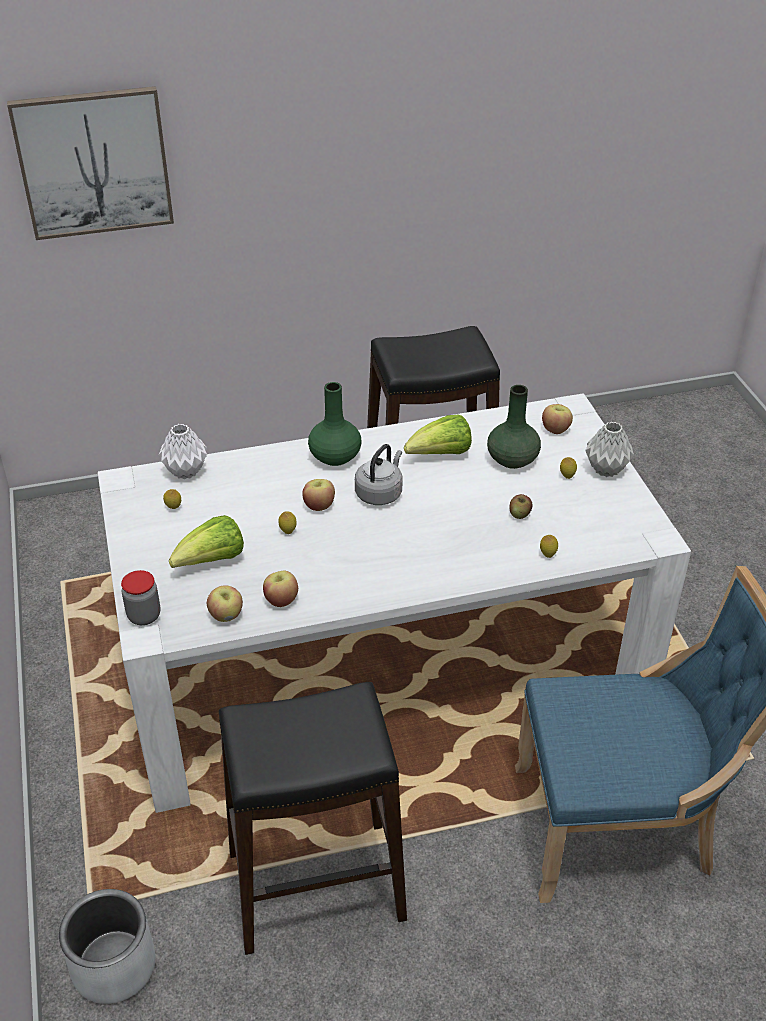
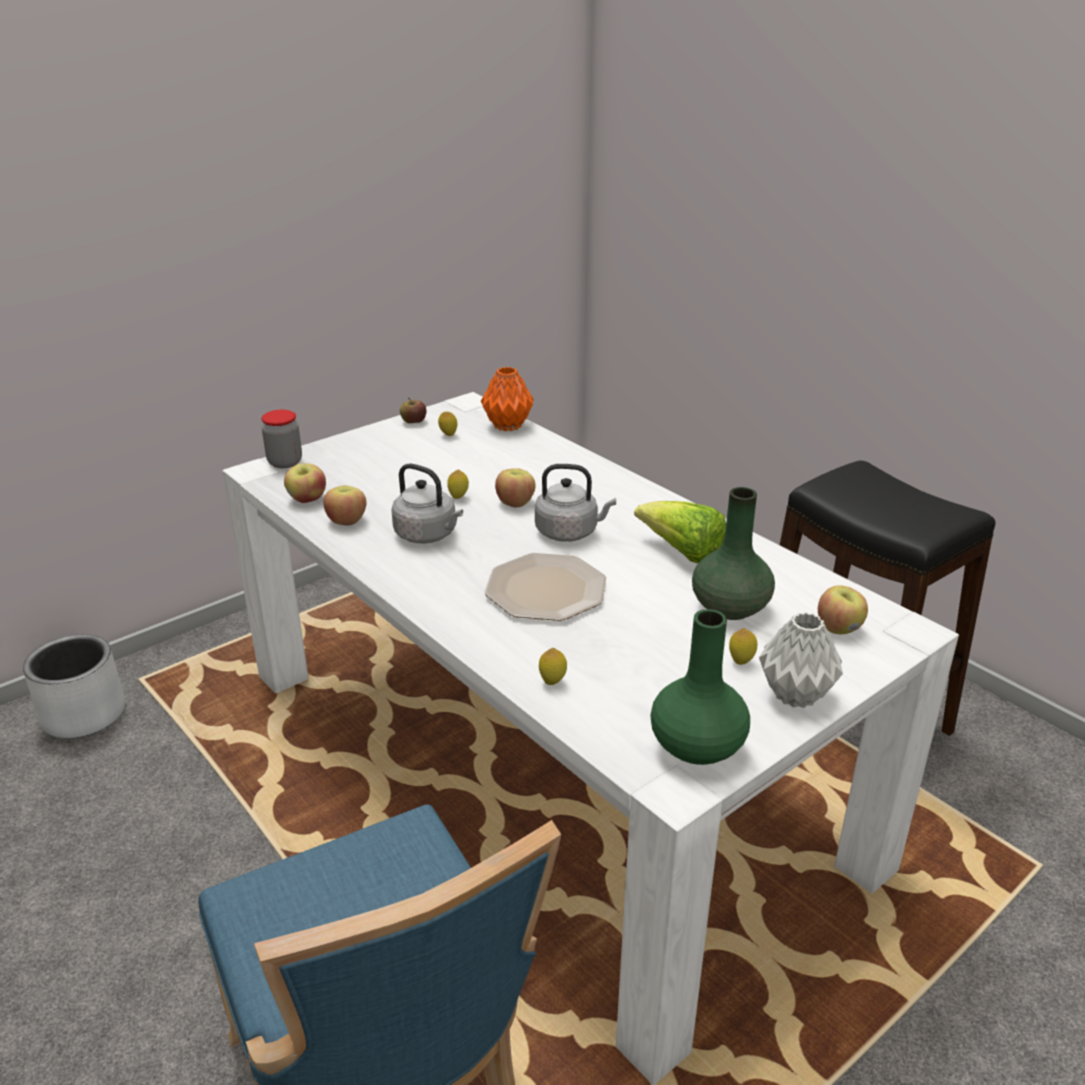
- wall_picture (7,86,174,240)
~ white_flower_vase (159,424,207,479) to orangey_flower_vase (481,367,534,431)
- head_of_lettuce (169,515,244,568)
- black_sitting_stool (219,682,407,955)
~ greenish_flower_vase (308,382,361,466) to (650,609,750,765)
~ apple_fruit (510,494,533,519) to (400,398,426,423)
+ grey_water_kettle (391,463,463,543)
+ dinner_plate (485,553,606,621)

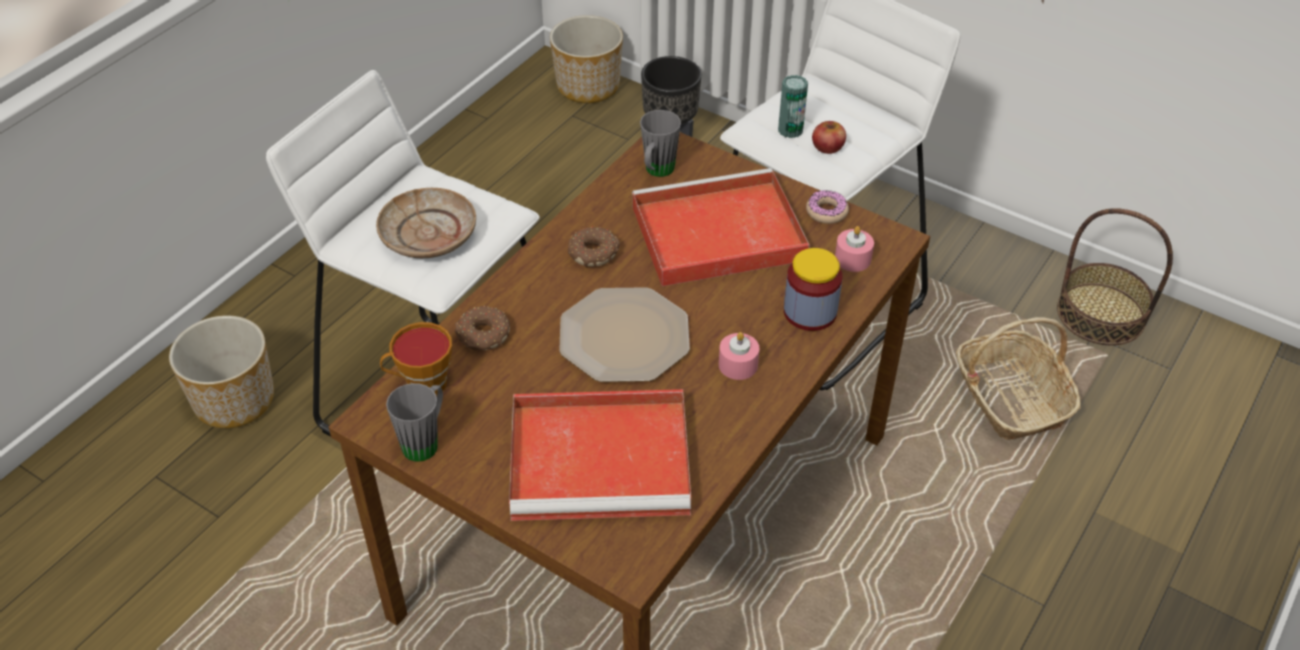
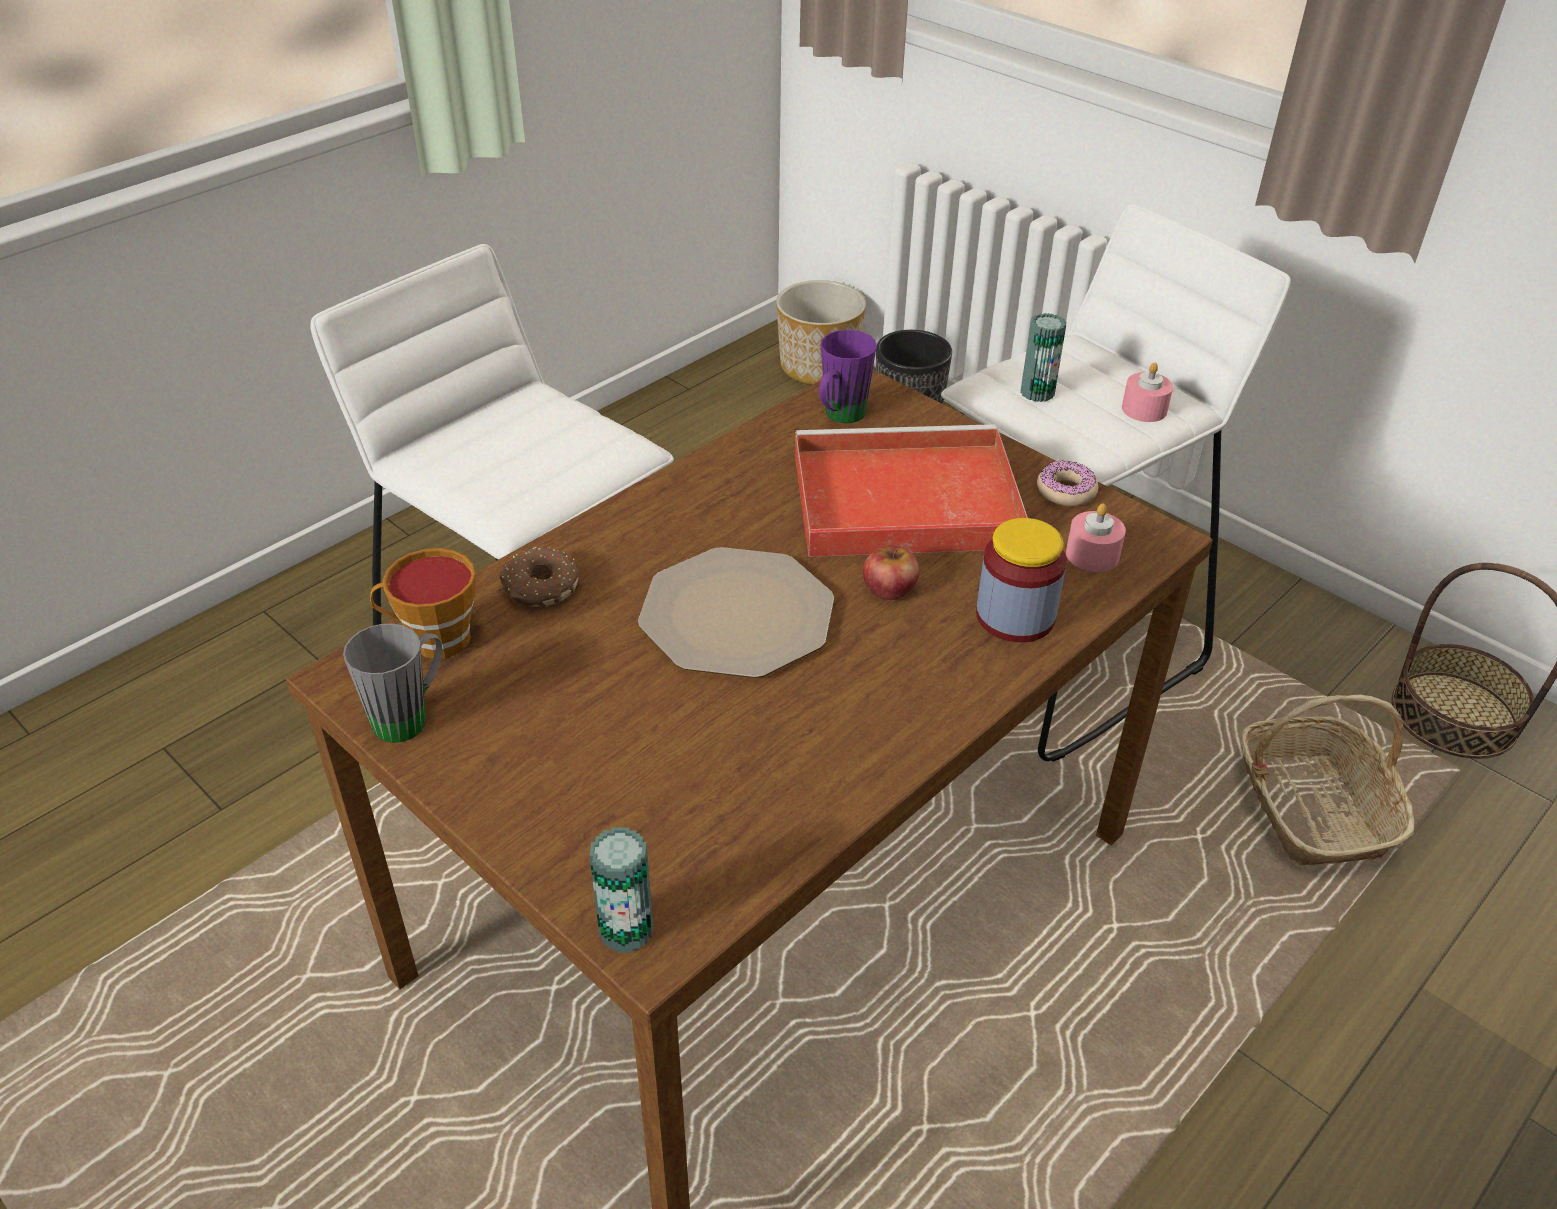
- flower_pot (169,315,274,428)
- beige_dinner_plate (376,188,476,258)
- reddish_carrying_tray (509,389,691,521)
- ring_doughnut (568,226,620,267)
~ grey_tea_mug (640,110,681,177) to purplish_tea_mug (819,330,877,423)
~ pinkish_candle (719,332,760,380) to (1122,362,1173,422)
~ apple_fruit (812,121,846,154) to (863,545,919,600)
+ metal_can (589,828,653,952)

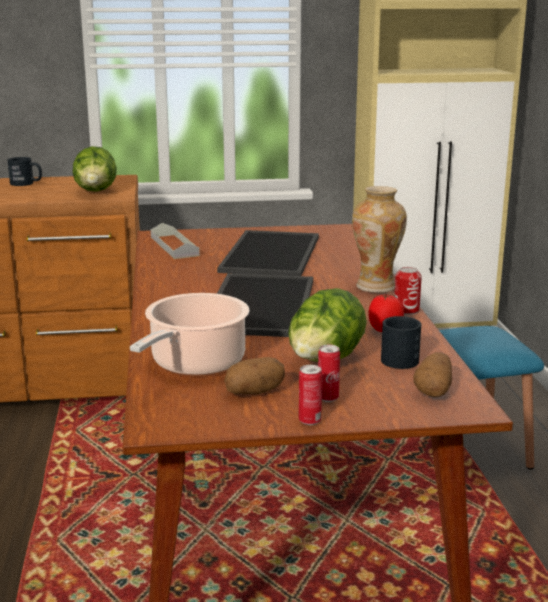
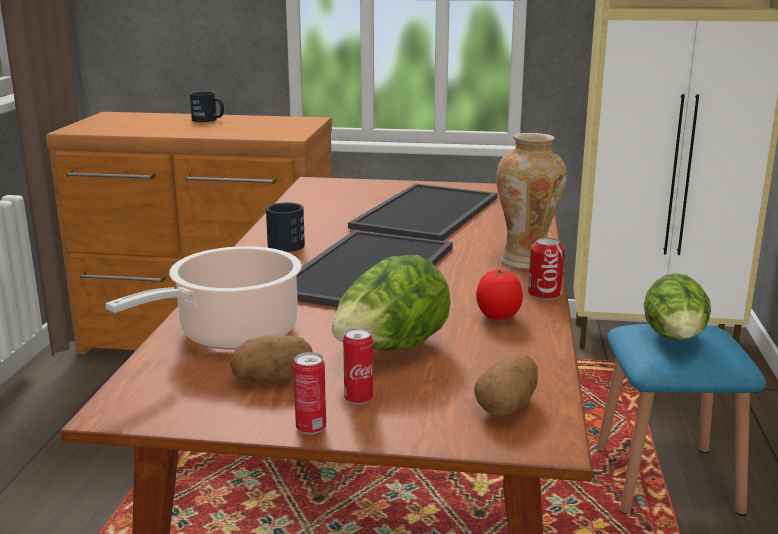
~ head_of_lettuce (73,146,117,192) to (644,273,711,340)
- grey_carrying_tray (151,223,200,259)
~ black_tea_mug (381,316,421,369) to (266,203,305,252)

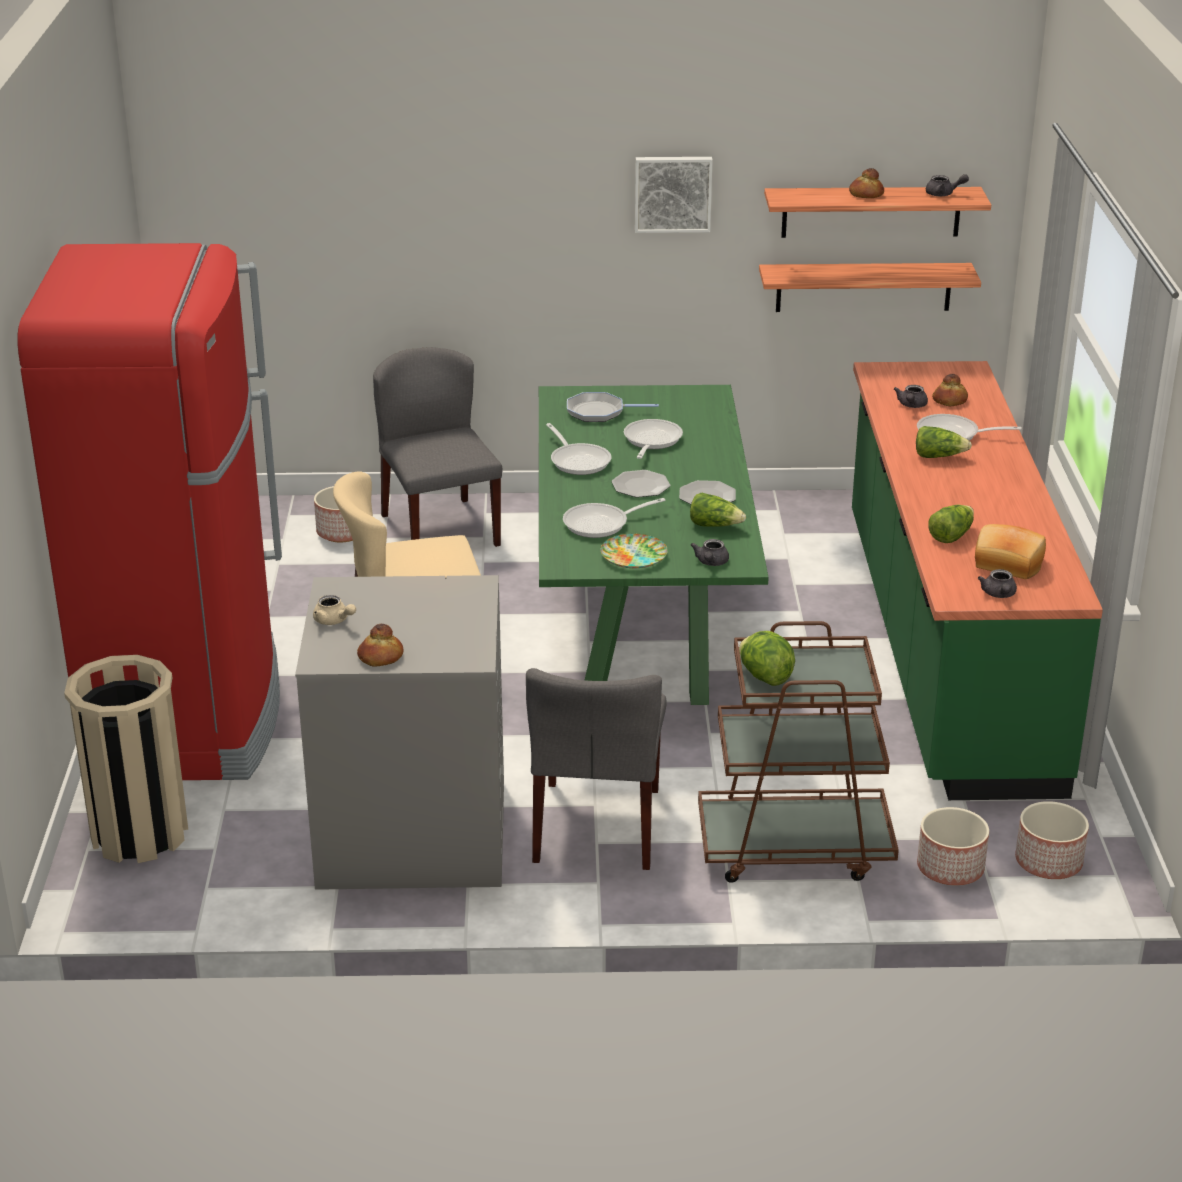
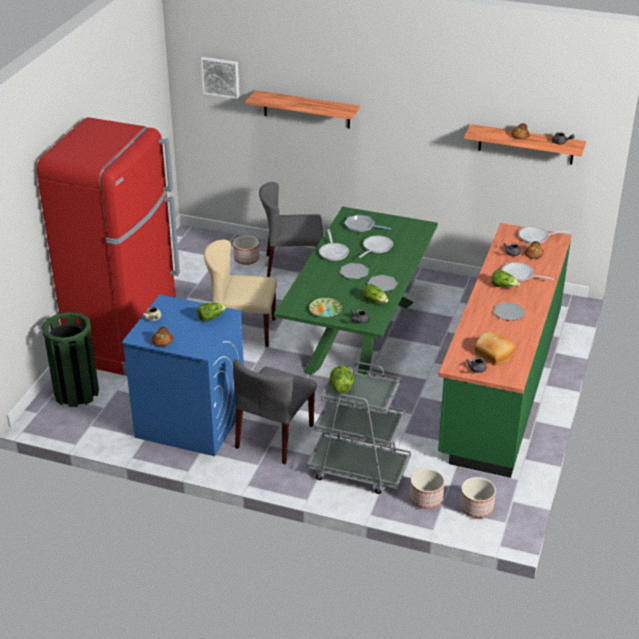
~ beige_waste_bin (64,655,188,863) to greenish_waste_bin (42,312,99,407)
~ grey_laundry_machine (295,575,504,890) to bluish_laundry_machine (121,295,244,456)
~ grey_plain_chair (373,347,502,547) = (259,182,323,277) 90 degrees counterclockwise
~ pan (563,498,665,538) to (518,226,570,244)
~ wall_picture (635,157,713,233) to (201,57,239,99)
~ brownish_wheeled_cart (698,621,899,883) to grey_wheeled_cart (307,362,411,494)
~ bracket_shelf (759,263,981,312) to (245,91,360,129)
~ head_of_lettuce (928,505,974,543) to (197,303,227,322)
+ dinner_plate (494,302,525,321)

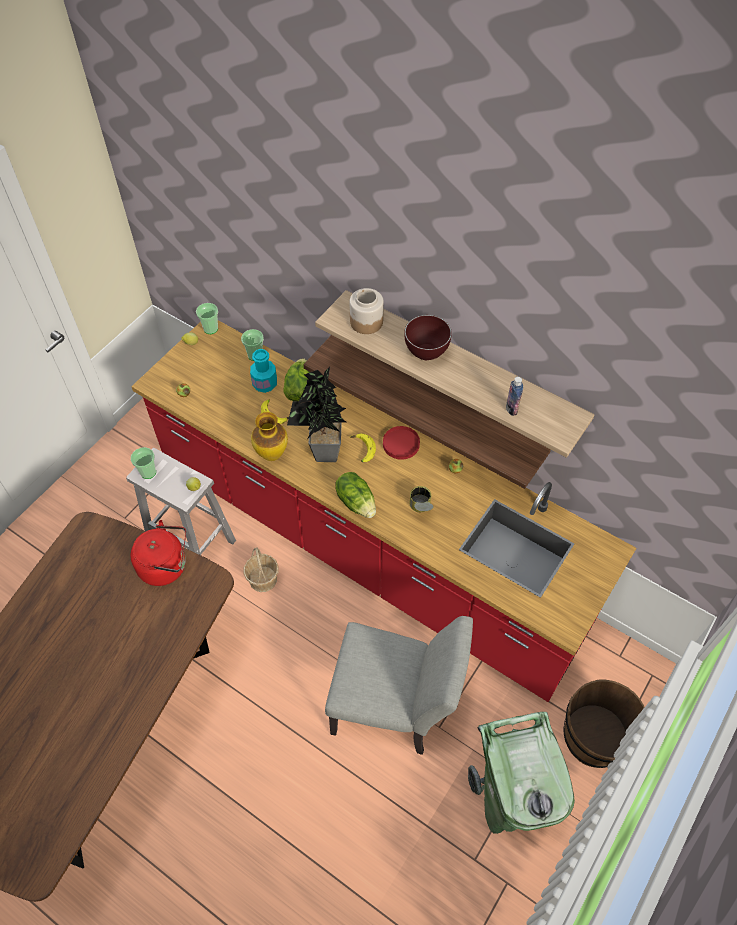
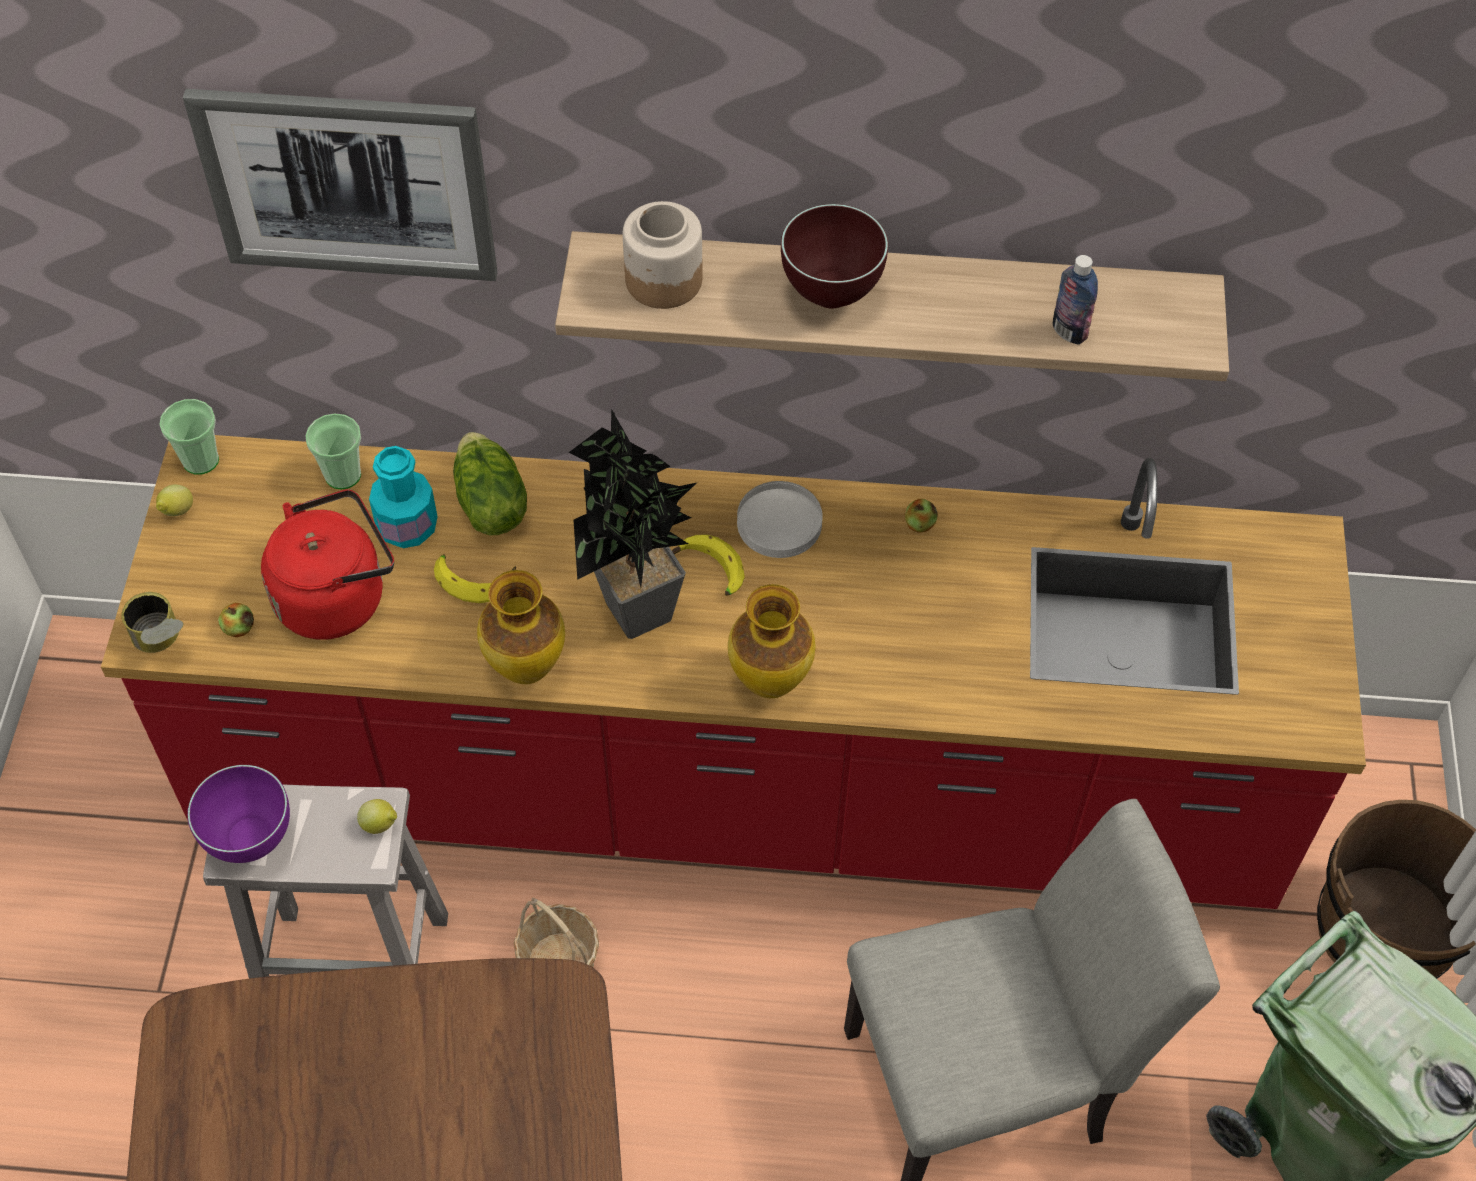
~ small_cup (131,447,156,479) to purplish_bowl (187,765,290,863)
~ reddish_water_kettle (131,520,186,586) to (261,489,394,640)
- bracket_shelf (303,335,551,489)
~ head_of_lettuce (335,472,376,518) to flower_vase (728,584,816,698)
~ reddish_dinner_plate (383,426,420,460) to white_dinner_plate (737,481,823,558)
~ metal_can (409,486,434,512) to (121,592,183,653)
+ wall_picture (183,89,498,281)

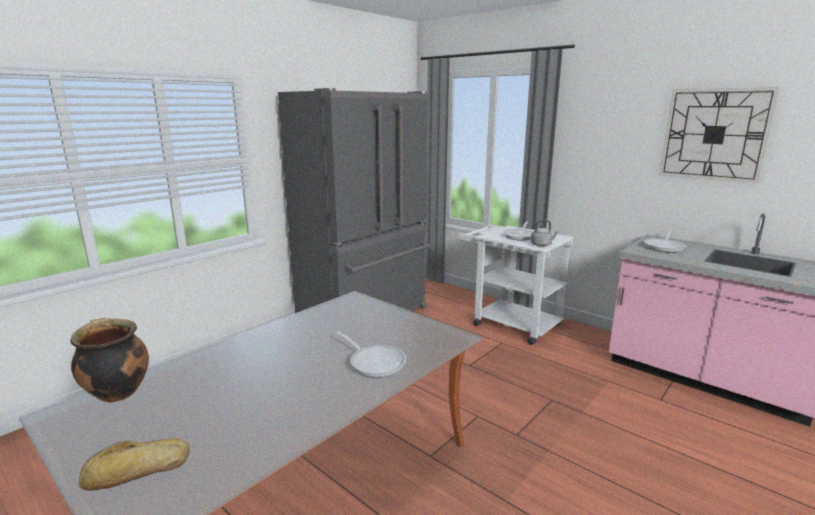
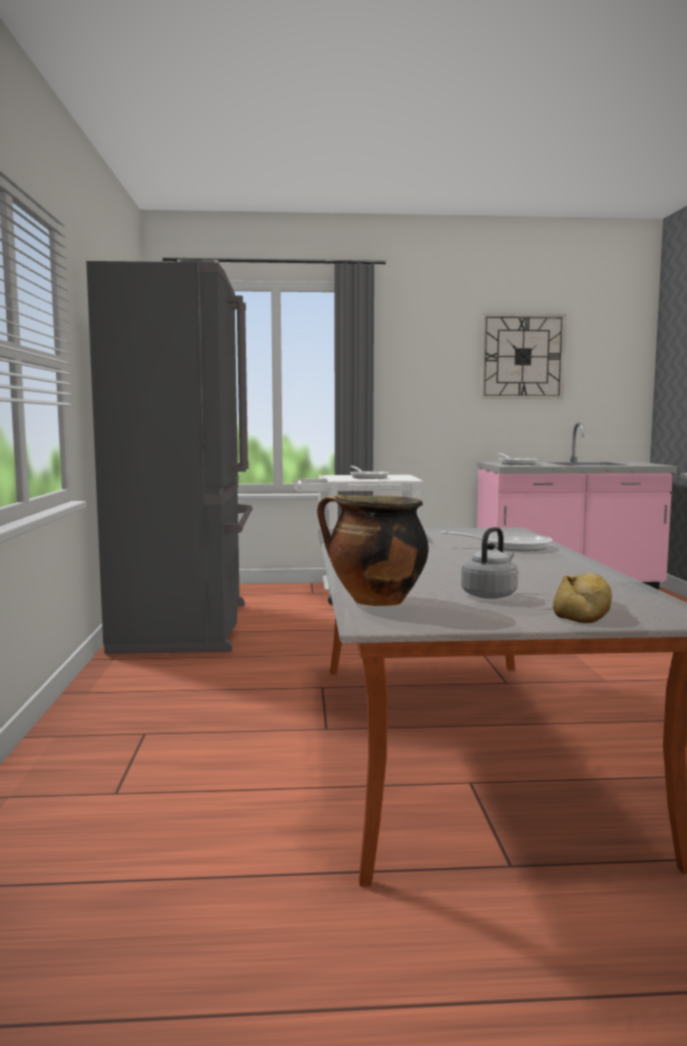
~ grey_water_kettle (531,220,559,246) to (461,527,518,599)

